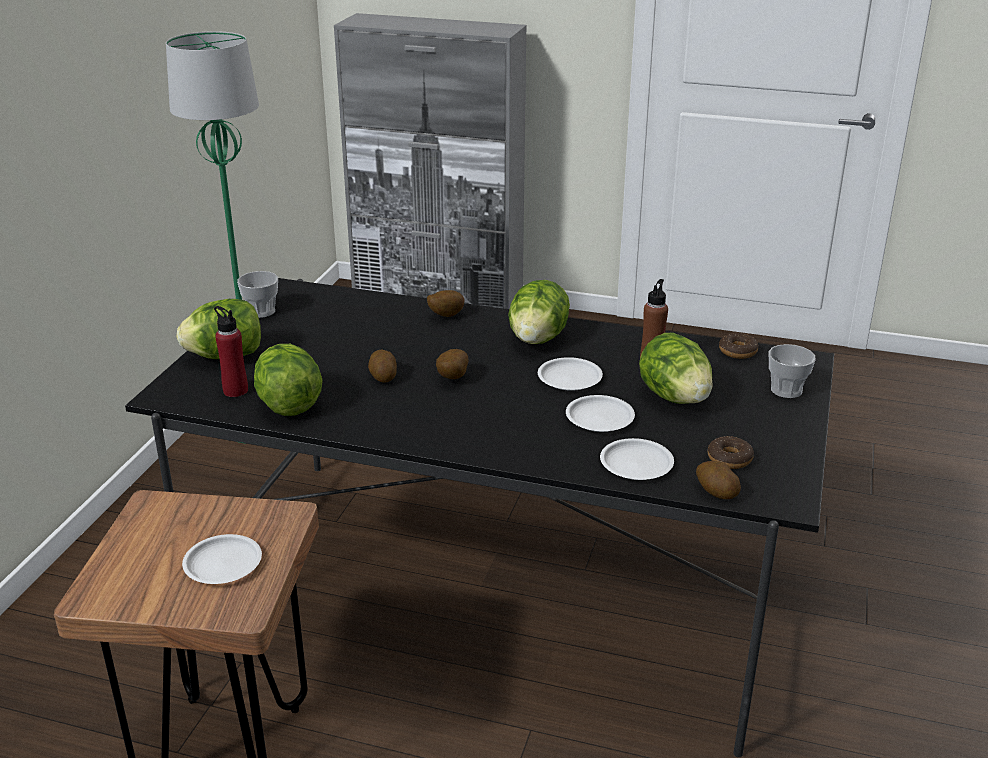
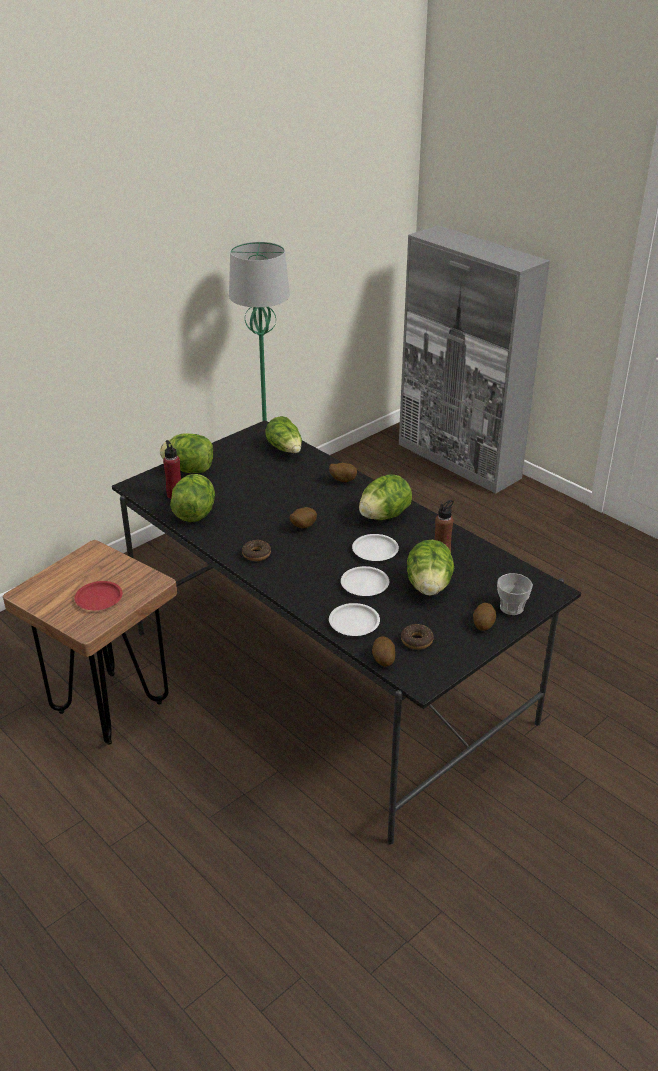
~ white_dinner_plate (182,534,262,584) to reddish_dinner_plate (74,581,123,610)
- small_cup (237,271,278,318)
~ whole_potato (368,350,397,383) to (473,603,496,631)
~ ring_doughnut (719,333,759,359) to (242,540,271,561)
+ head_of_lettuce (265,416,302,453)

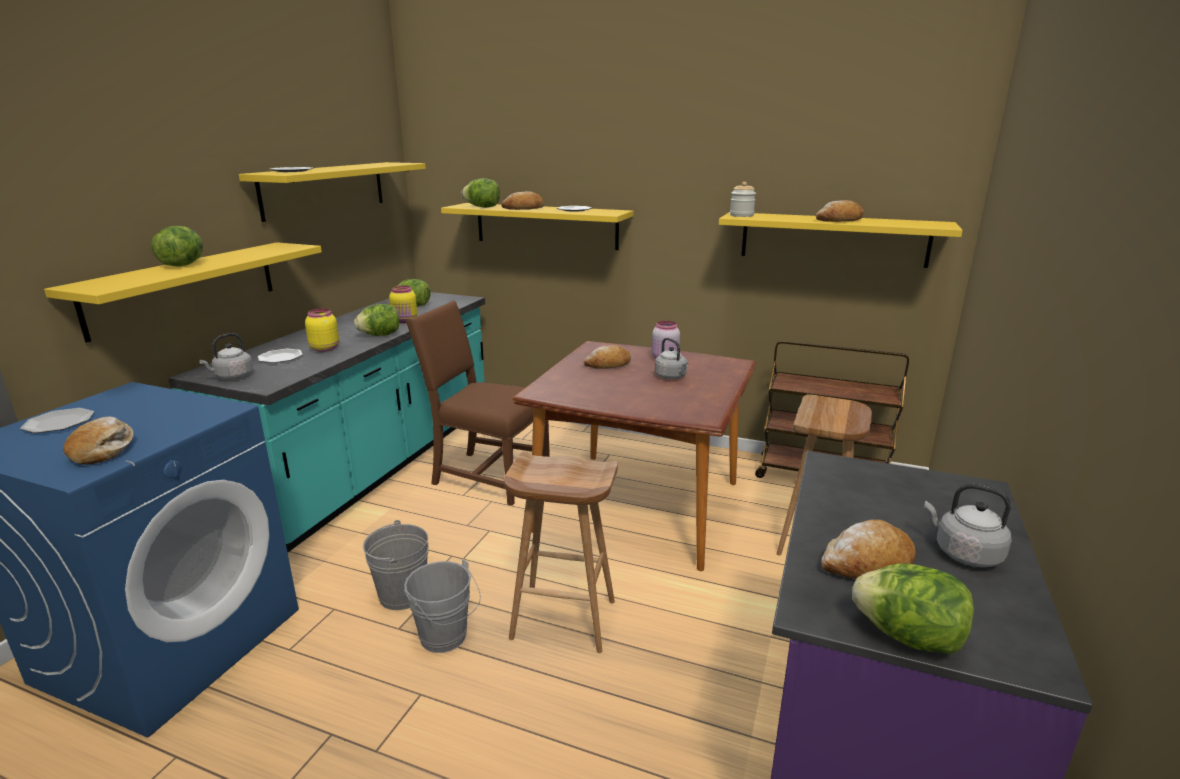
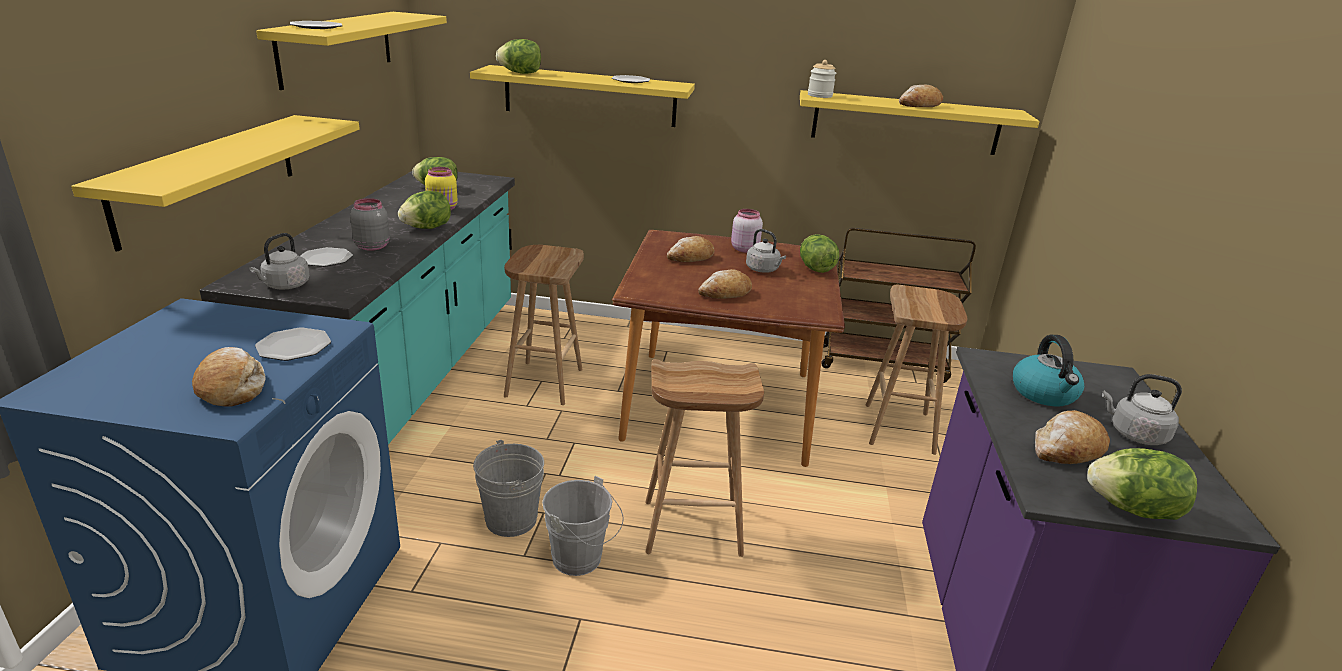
~ dinner_plate (20,408,94,433) to (255,327,331,361)
~ head_of_lettuce (151,226,203,267) to (800,234,839,273)
~ yellow_jar (305,308,339,352) to grey_jar (350,198,390,251)
~ brownish_plain_chair (406,301,550,506) to brownish_sitting_stool (504,245,584,405)
~ bread (501,191,544,210) to (698,269,752,299)
+ water_kettle (1013,335,1084,406)

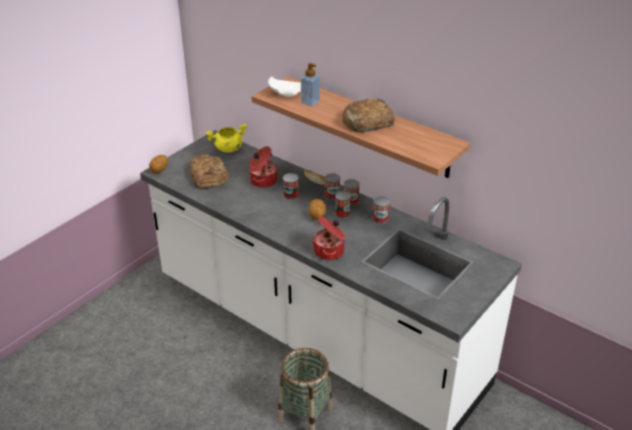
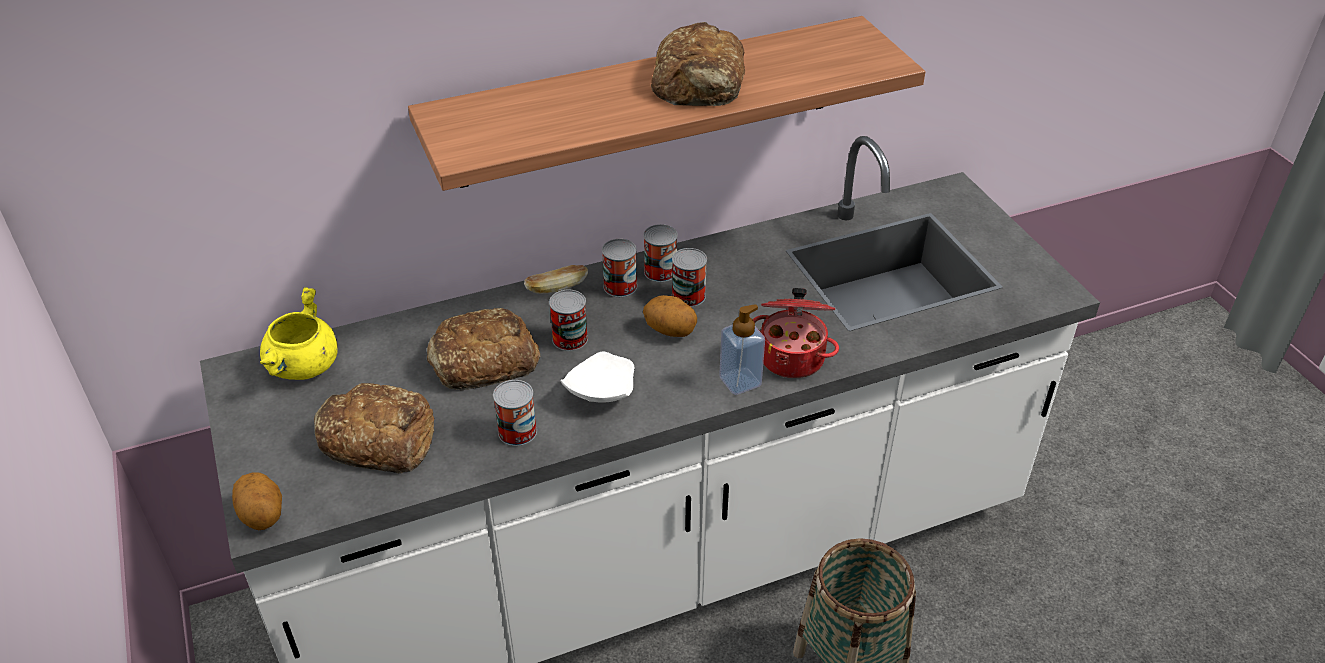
~ cooking_pot (249,146,278,188) to bread (427,308,541,390)
~ white_dinner_plate (268,76,301,97) to (560,351,635,402)
~ soap_dispenser (301,63,320,107) to (719,304,765,395)
~ metal_can (372,196,390,224) to (493,380,537,446)

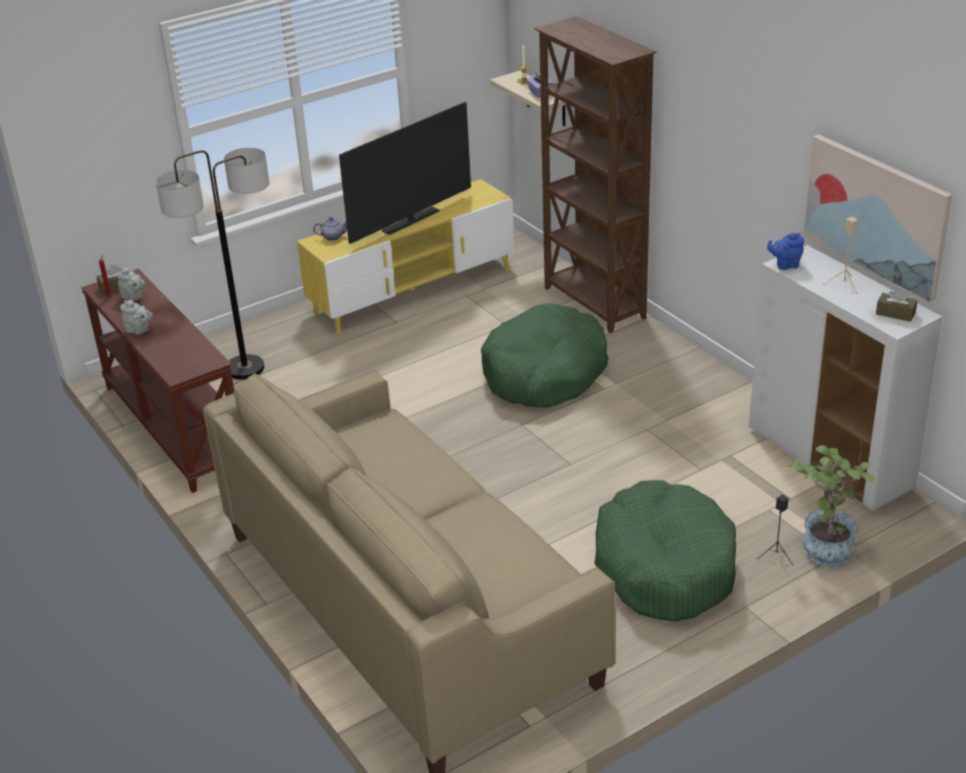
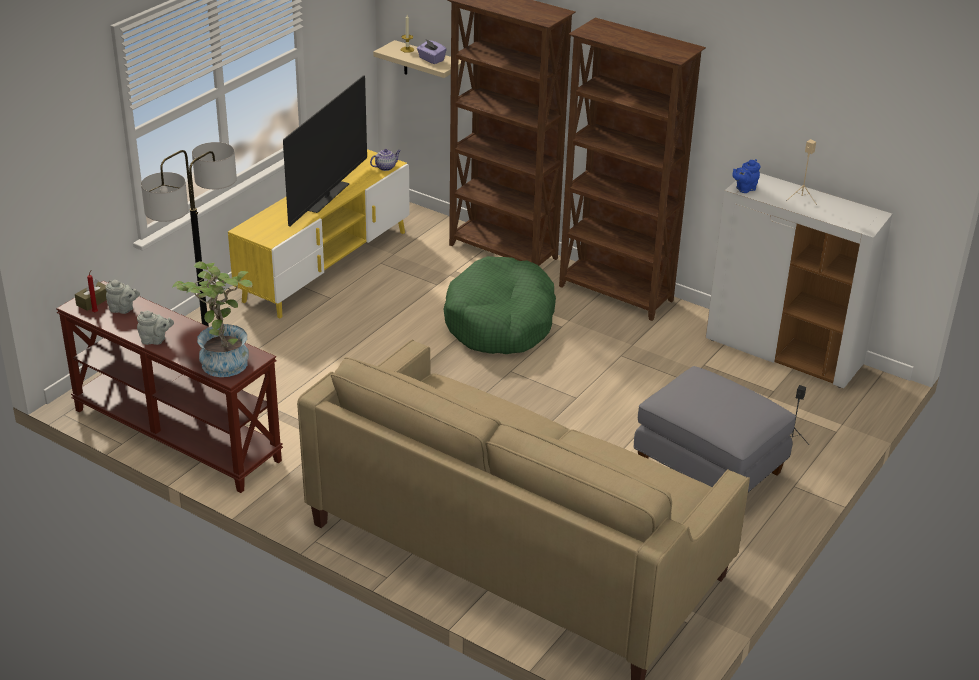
~ teapot (313,217,347,241) to (370,149,401,171)
~ greenish_dog_cushion (594,480,736,622) to grey_pouffe (634,366,796,492)
~ houseplant (789,445,875,567) to (172,261,253,377)
- wall_picture (803,134,952,302)
- brownish_tissue_box (876,288,917,322)
+ brownish_bookshelf (559,18,706,321)

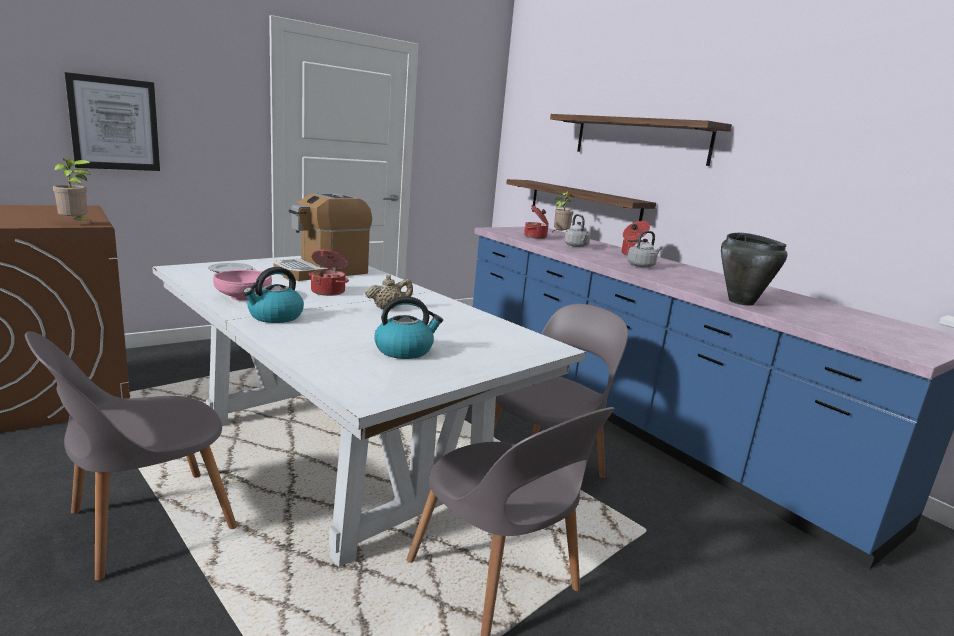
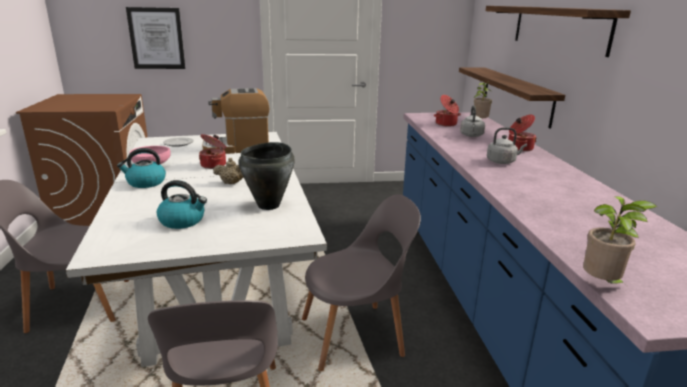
~ houseplant (53,158,94,224) to (583,196,657,284)
~ black_cooking_pot (721,233,787,306) to (238,142,295,210)

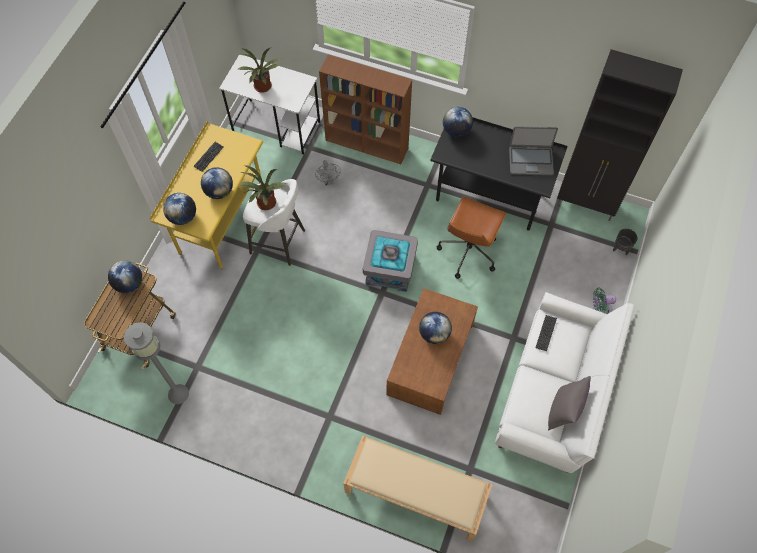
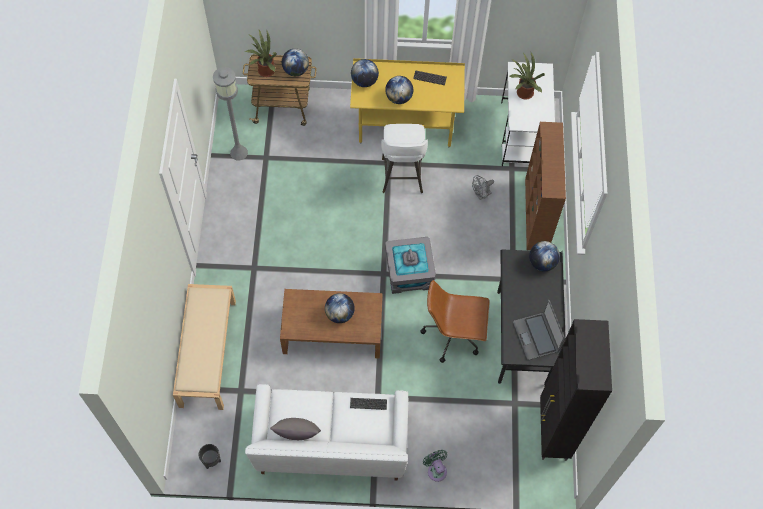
~ houseplant (238,165,287,210) to (245,29,277,77)
~ black_flower_pot (613,229,638,255) to (199,444,221,469)

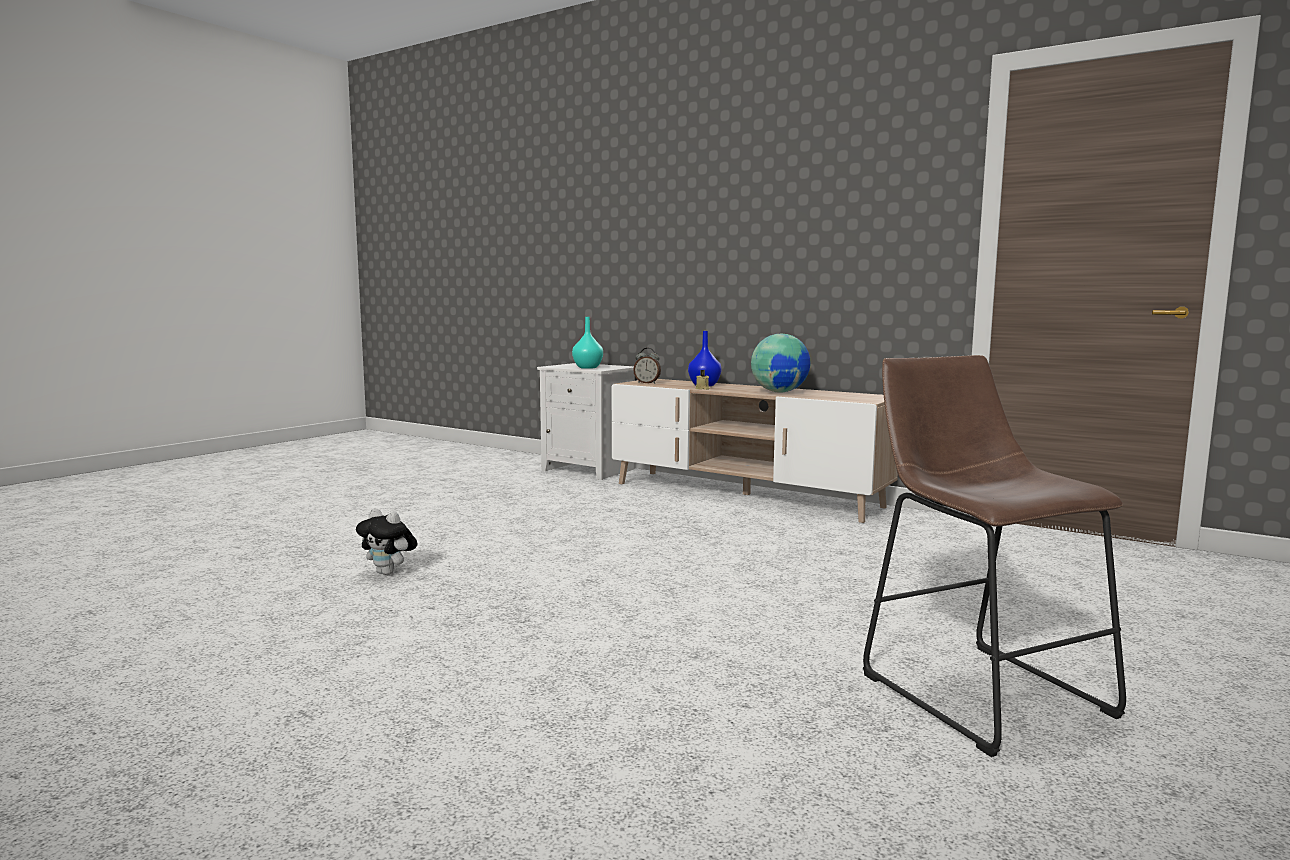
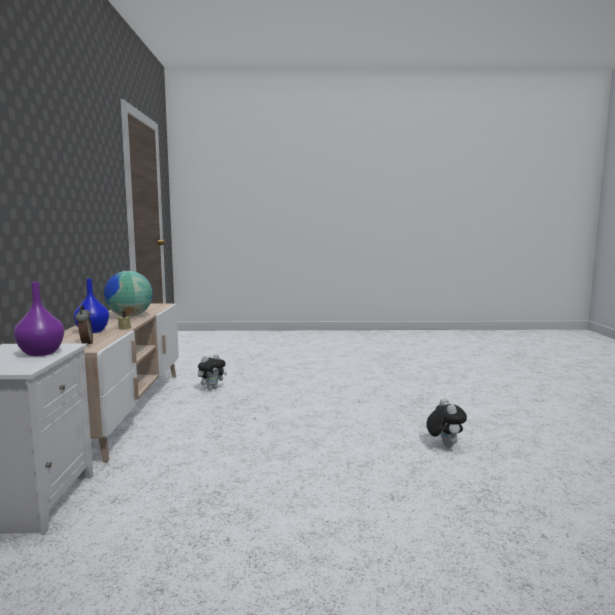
~ blue-green_flower_vase (572,317,603,369) to purplish_flower_vase (14,281,64,356)
- brownish_sitting_stool (863,355,1126,757)
+ cuddly_toy (198,354,227,390)

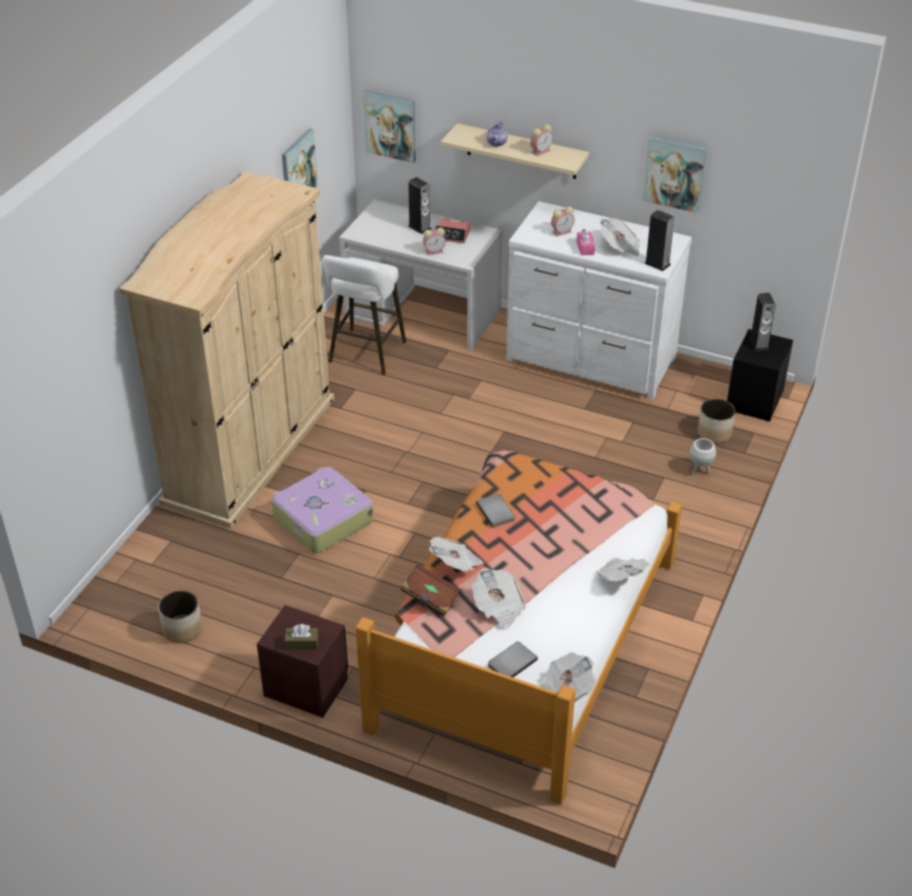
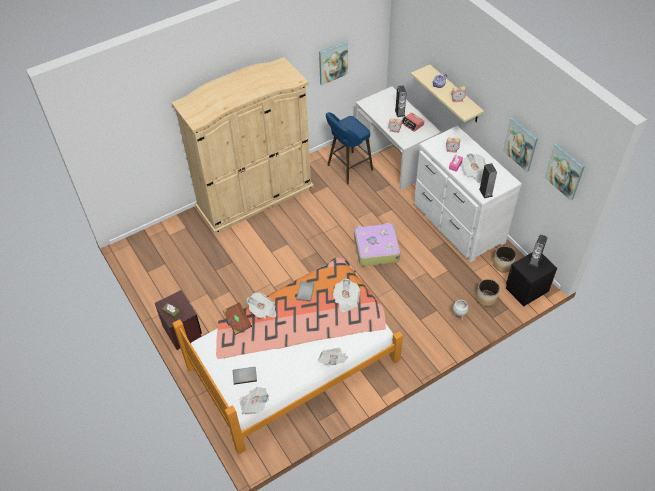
~ flower_pot (158,590,203,643) to (493,246,516,272)
~ travel_case (271,467,373,553) to (354,223,400,266)
~ white_sitting_stool (323,255,406,375) to bluish_sitting_stool (326,112,373,184)
~ wall_picture (363,90,416,163) to (545,143,585,201)
~ newspaper (471,568,526,628) to (333,279,360,312)

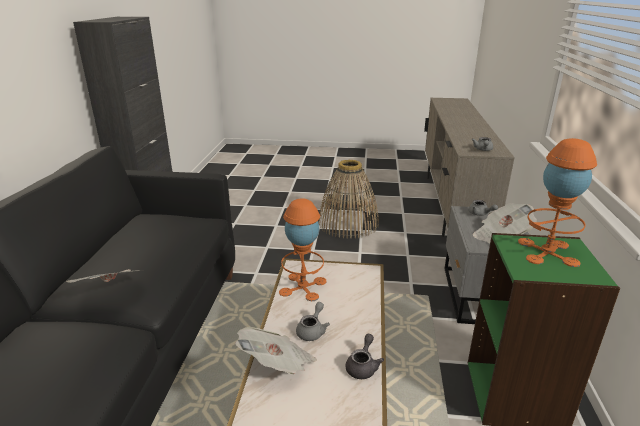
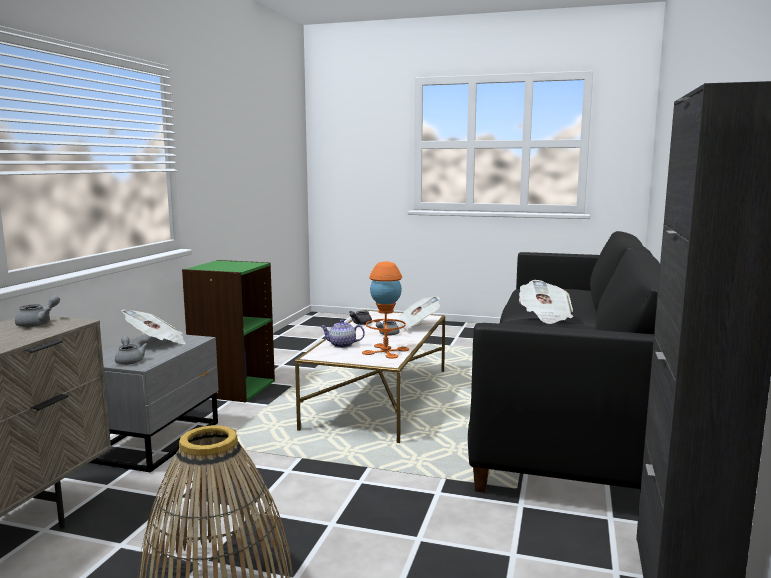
- orangey_table_lamp (518,138,597,267)
+ teapot (320,320,365,348)

